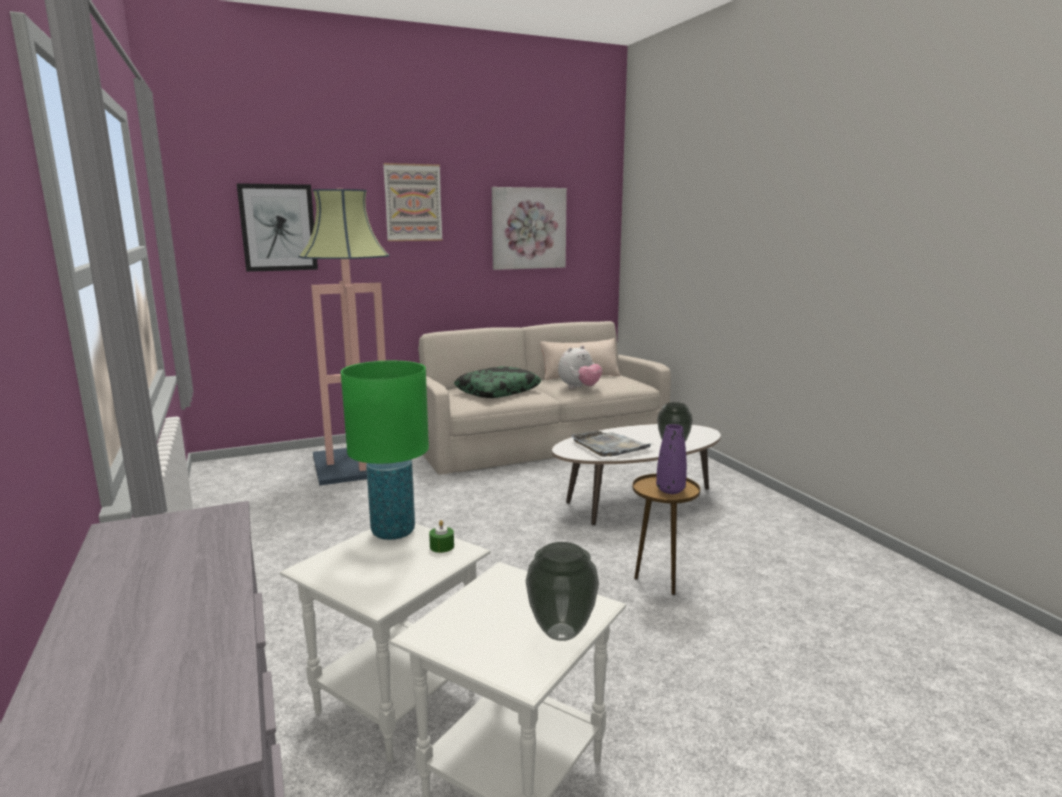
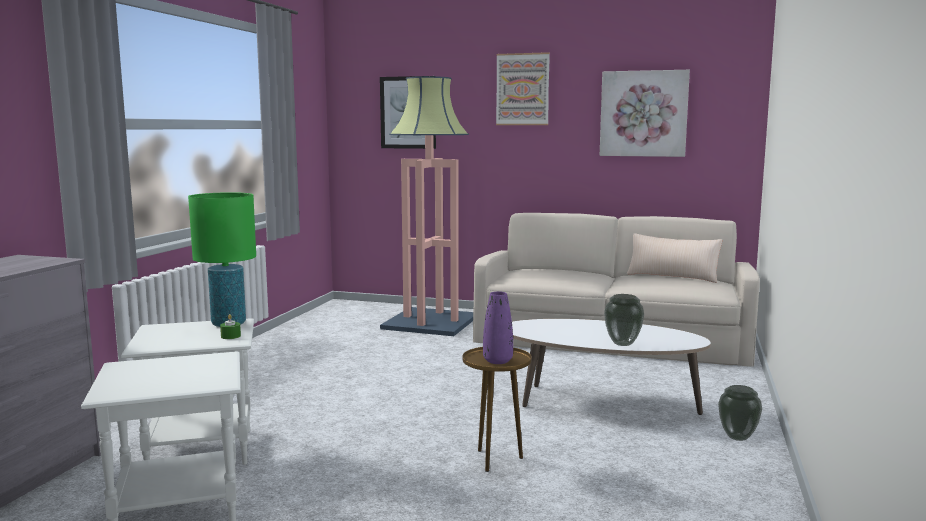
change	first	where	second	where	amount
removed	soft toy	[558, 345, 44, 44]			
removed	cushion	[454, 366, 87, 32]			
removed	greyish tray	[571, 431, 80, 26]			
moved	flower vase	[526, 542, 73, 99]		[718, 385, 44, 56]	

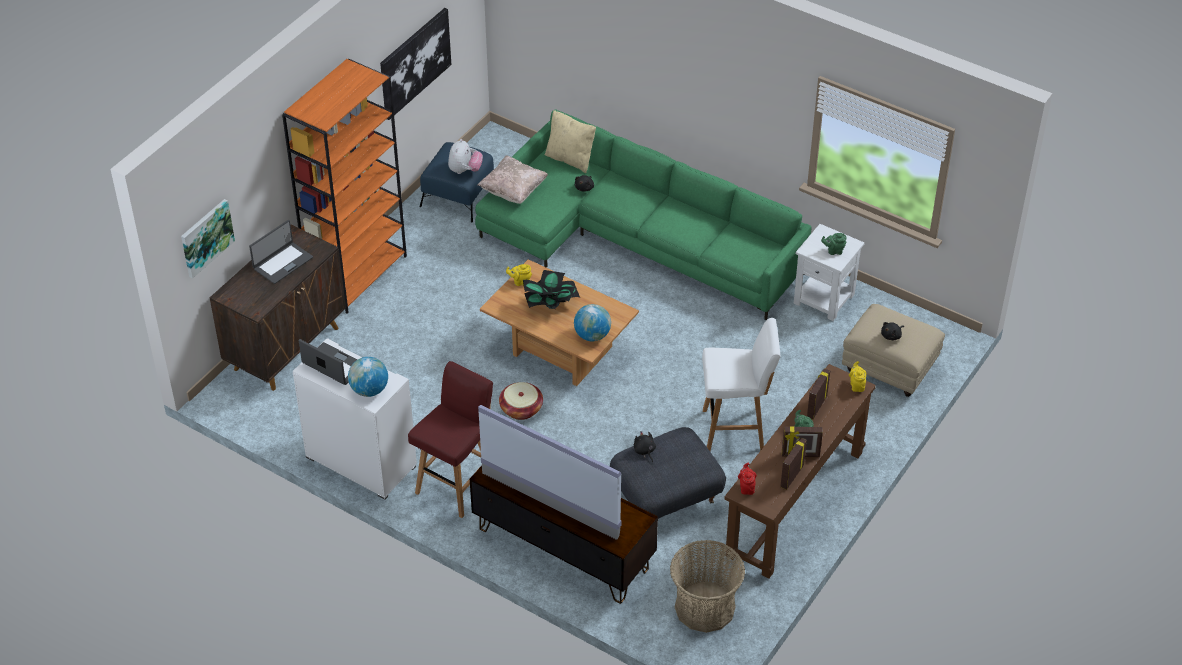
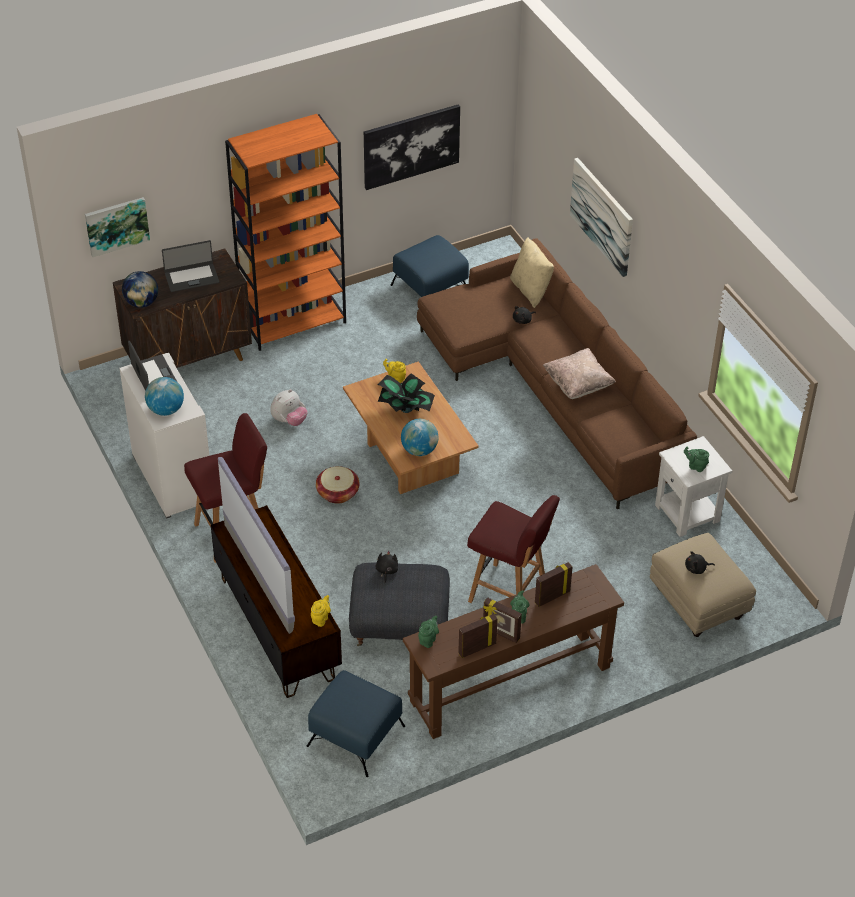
change	first	where	second	where	amount
recoloured	green-coloured settee	[475, 109, 336, 211]	brown settee	[417, 238, 280, 271]	
moved	soft toy	[448, 139, 35, 35]		[270, 389, 38, 37]	
moved	beige cushion	[478, 155, 70, 49]		[543, 348, 73, 51]	
recoloured	white-coloured stool	[702, 318, 78, 133]	red-coloured stool	[467, 495, 93, 108]	
moved	yellow teapot	[849, 361, 18, 31]		[311, 595, 20, 32]	
recoloured	red-coloured teapot	[738, 462, 19, 33]	green-coloured teapot	[418, 616, 21, 32]	
replaced	household basket	[670, 540, 75, 93]	blue footrest	[307, 670, 98, 107]	
added			wall picture	[570, 158, 63, 119]	
added			desk globe	[122, 271, 36, 37]	

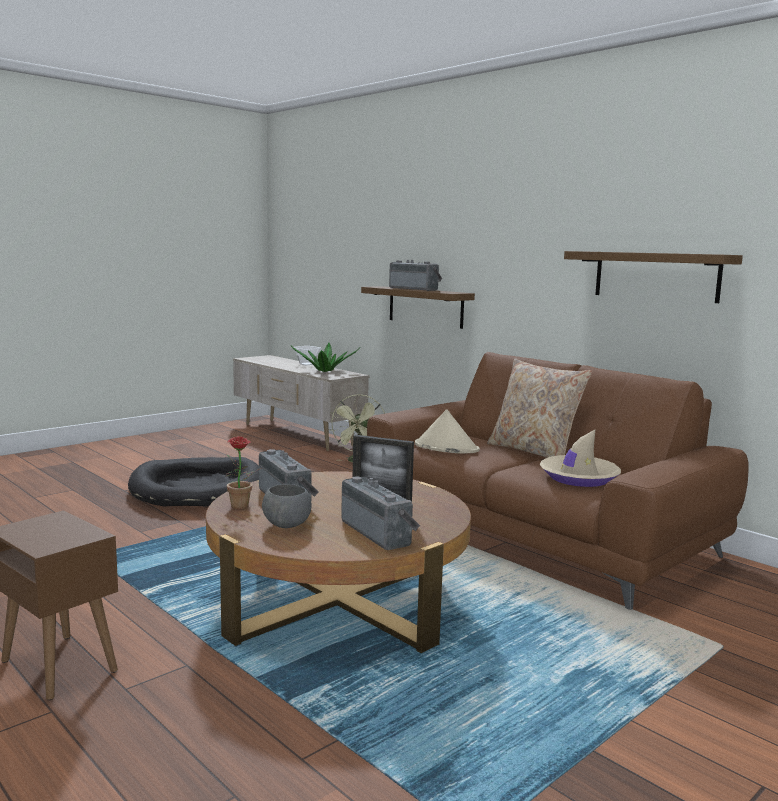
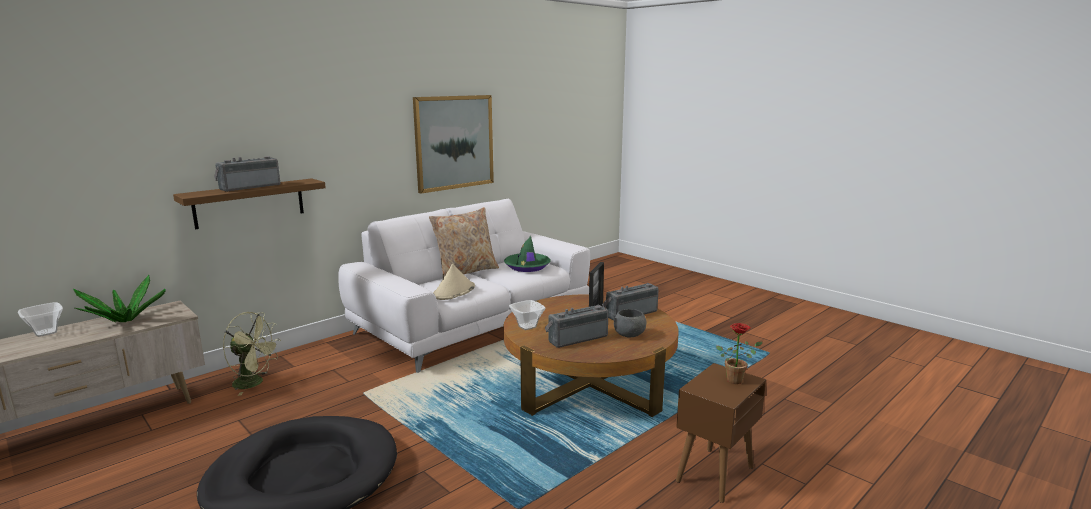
change	first	where	second	where	amount
replaced	bracket shelf	[564, 251, 179, 52]	wall picture	[413, 95, 81, 99]	
recoloured	brown settee	[367, 352, 382, 258]	white-coloured settee	[338, 198, 252, 175]	
recoloured	beige clothing hat	[540, 430, 81, 57]	green-coloured clothing hat	[504, 236, 47, 36]	
moved	plant in a pot	[225, 436, 36, 73]		[716, 323, 47, 61]	
added			bowl	[509, 300, 37, 30]	

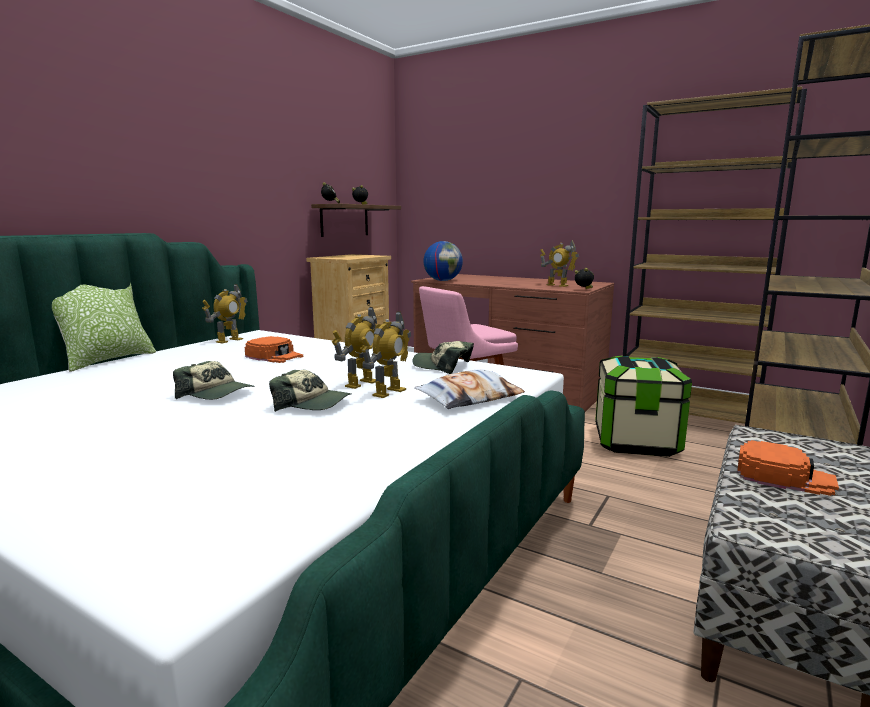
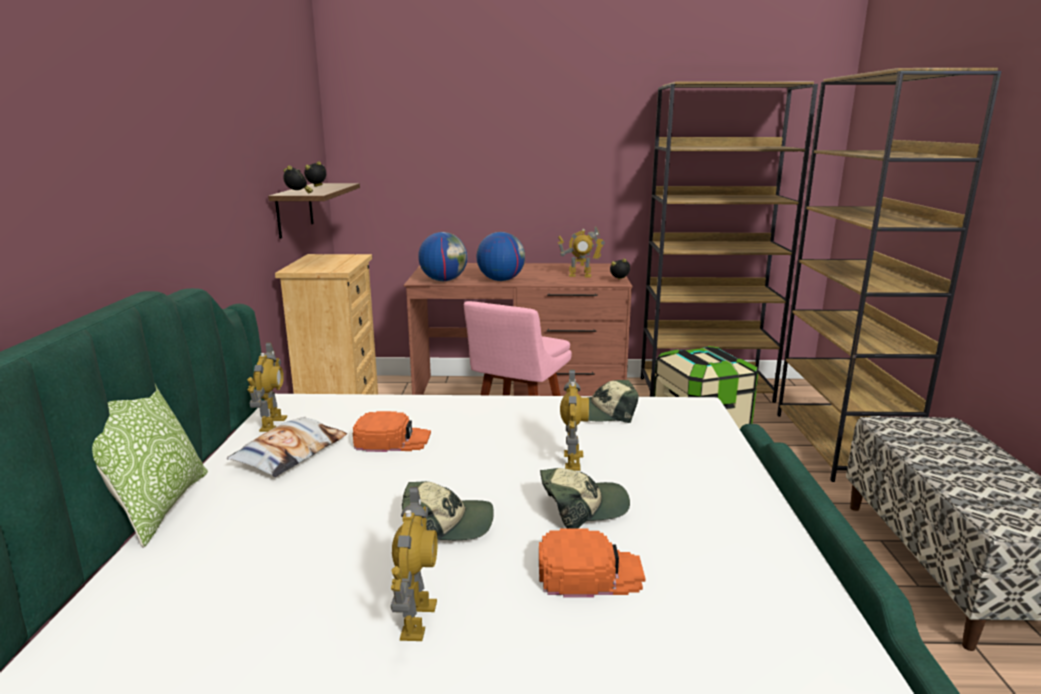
change	first	where	second	where	amount
moved	model robot	[360, 311, 51, 87]		[391, 487, 47, 154]	
moved	cushion	[414, 369, 111, 40]		[226, 416, 121, 61]	
moved	orangey baseball cap	[737, 440, 102, 56]		[539, 529, 106, 69]	
added			desk globe	[477, 232, 48, 49]	

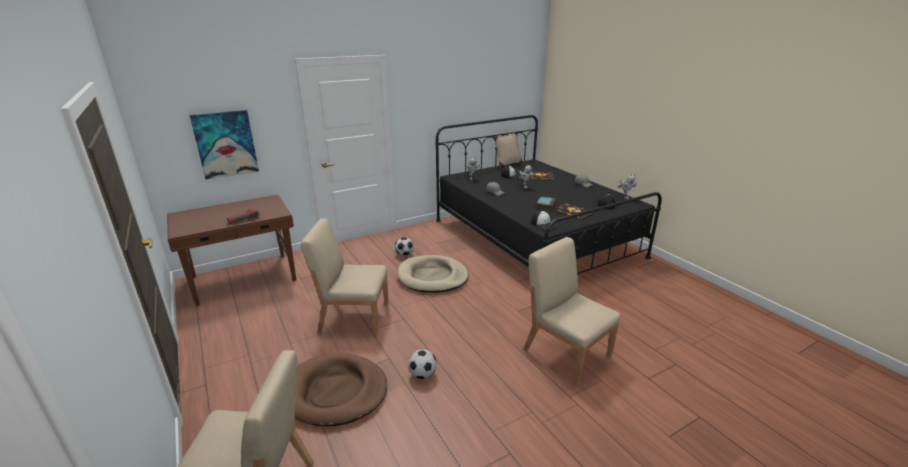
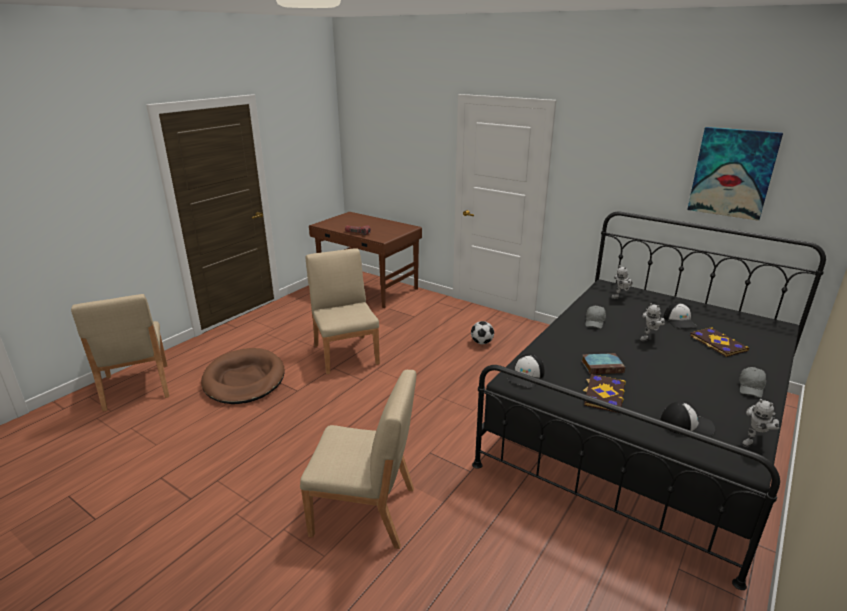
change	first	where	second	where	amount
moved	wall picture	[190, 110, 69, 69]		[687, 127, 96, 94]	
removed	beige cushion	[493, 131, 30, 36]			
turned	beige upright chair	[523, 237, 97, 149]		[300, 370, 116, 179]	75 degrees clockwise
removed	beige dog bed	[397, 255, 71, 38]			
removed	football ball	[408, 349, 29, 30]			

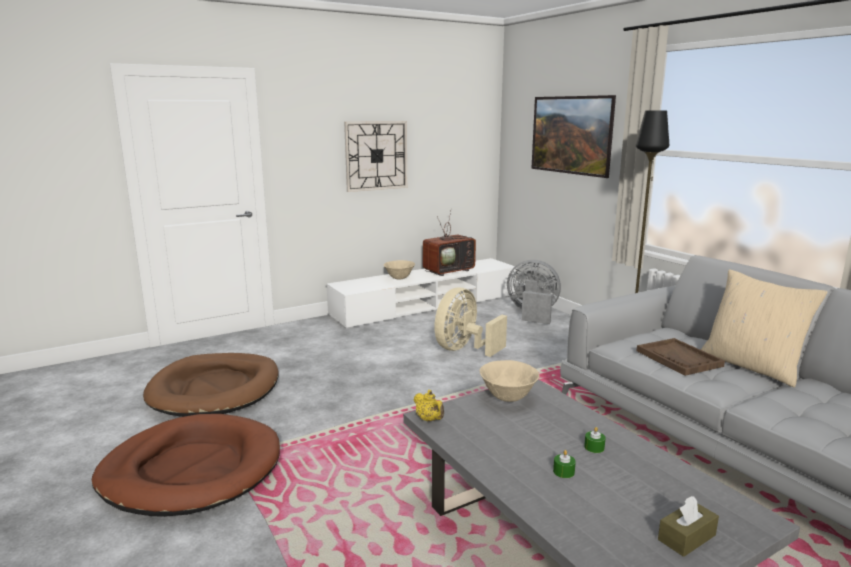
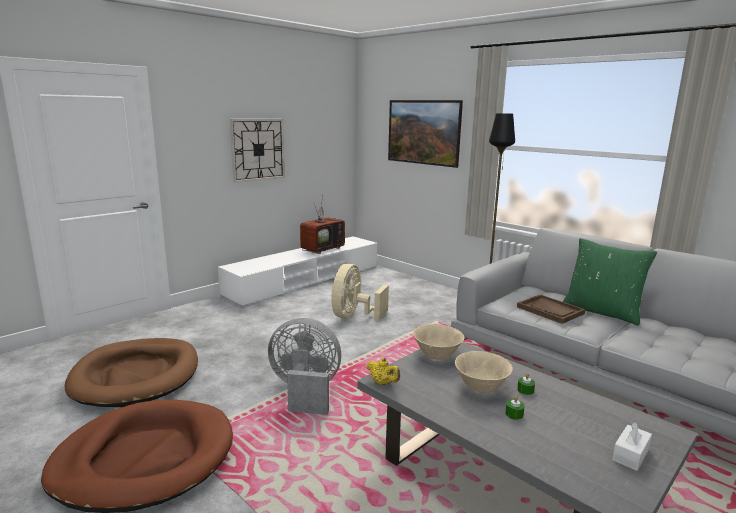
change	first	where	second	where	amount
moved	beige bowl	[384, 260, 31, 20]		[455, 351, 58, 42]	
moved	greyish fan	[507, 260, 54, 64]		[268, 318, 73, 97]	
recoloured	beige cushion	[701, 269, 127, 118]	green-coloured cushion	[563, 238, 94, 88]	
recoloured	brown box of tissues	[658, 496, 61, 61]	white-coloured box of tissues	[612, 421, 40, 50]	

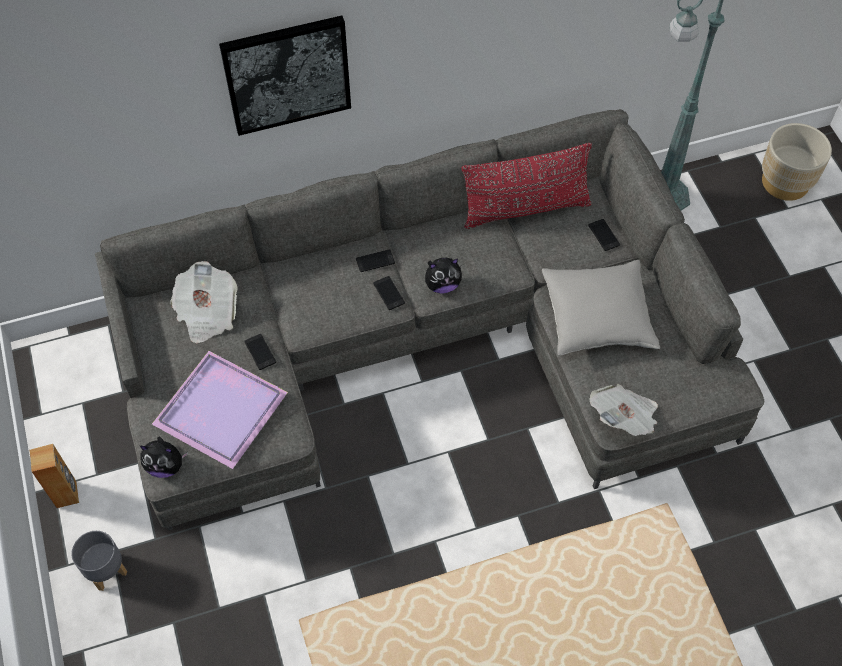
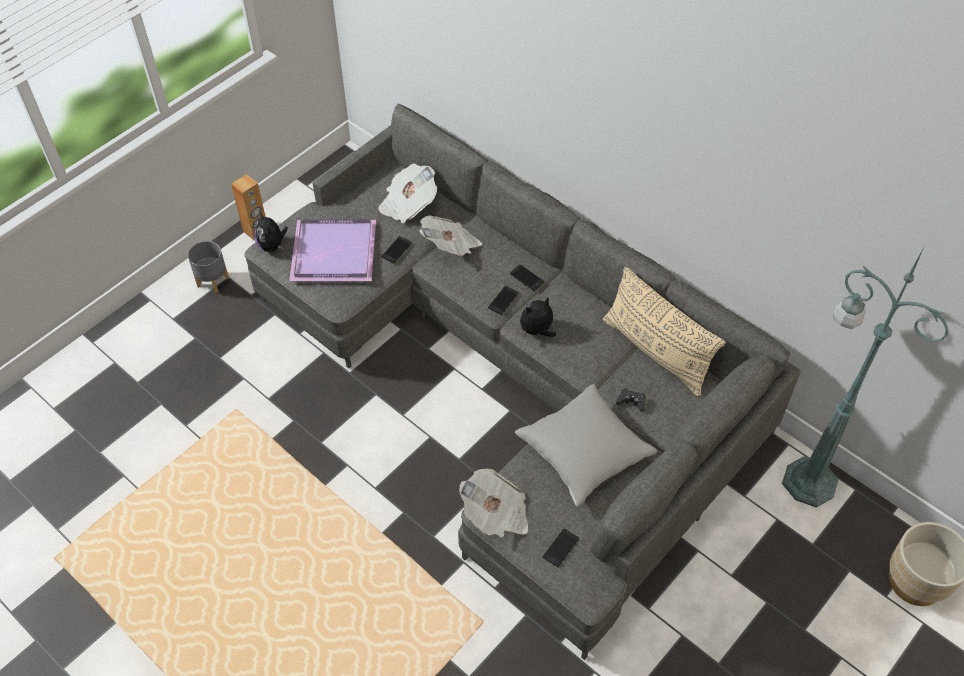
change	first	where	second	where	amount
removed	wall picture	[219, 15, 132, 121]			
recoloured	red-coloured cushion	[462, 143, 130, 86]	beige cushion	[603, 267, 123, 129]	
moved	handset	[588, 219, 32, 32]		[543, 529, 36, 38]	
turned	soft toy	[425, 258, 37, 36]		[520, 297, 36, 40]	105 degrees clockwise
added			daily paper	[419, 215, 63, 41]	
added			black gamepad	[616, 388, 30, 24]	

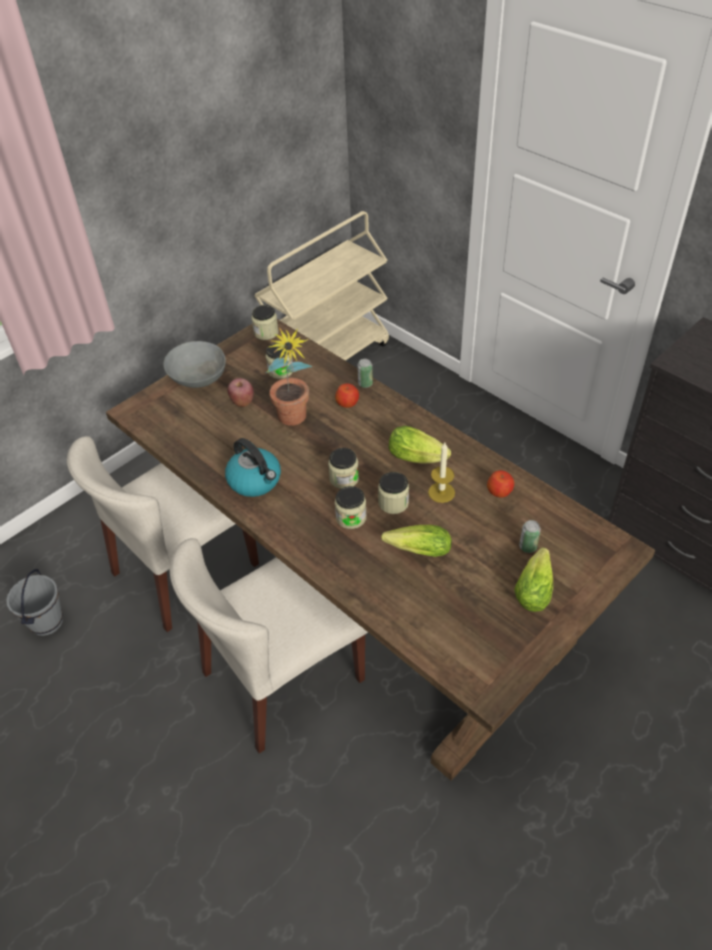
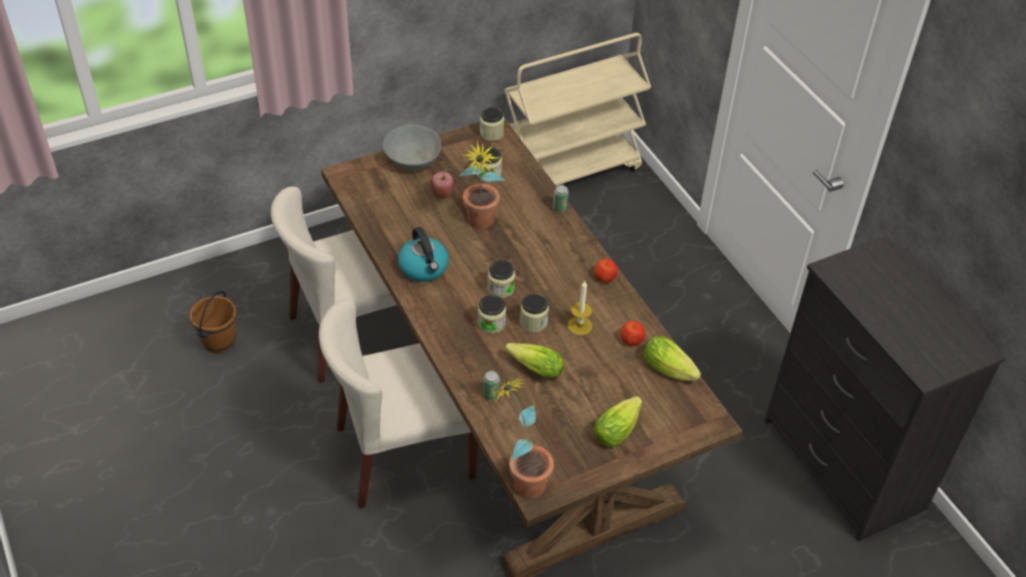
change	first	where	second	where	amount
moved	apple	[335, 384, 24, 24]		[594, 259, 24, 24]	
moved	lettuce	[389, 426, 62, 38]		[644, 336, 57, 45]	
moved	metal can	[519, 520, 22, 33]		[483, 371, 17, 29]	
recoloured	greyish water bucket	[6, 569, 57, 67]	brown water bucket	[190, 291, 47, 62]	
added			plant in a pot	[489, 377, 65, 121]	

